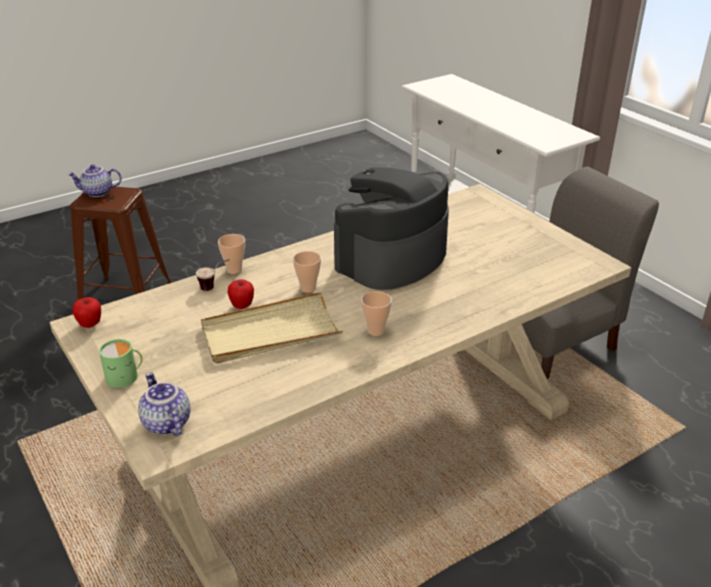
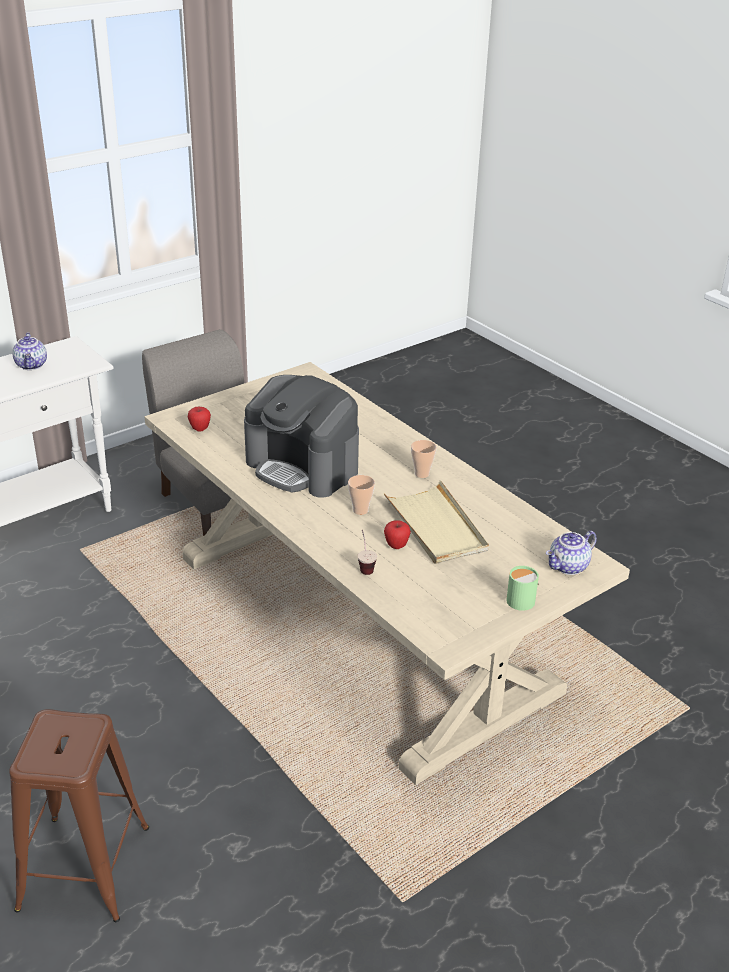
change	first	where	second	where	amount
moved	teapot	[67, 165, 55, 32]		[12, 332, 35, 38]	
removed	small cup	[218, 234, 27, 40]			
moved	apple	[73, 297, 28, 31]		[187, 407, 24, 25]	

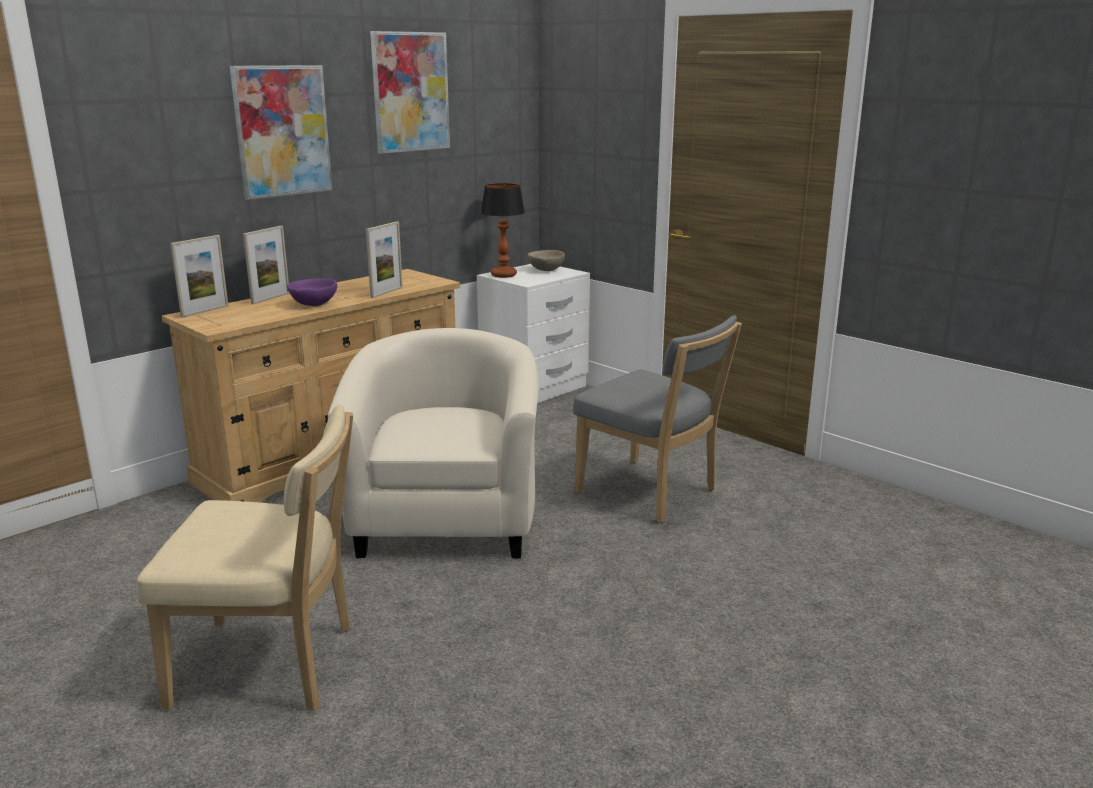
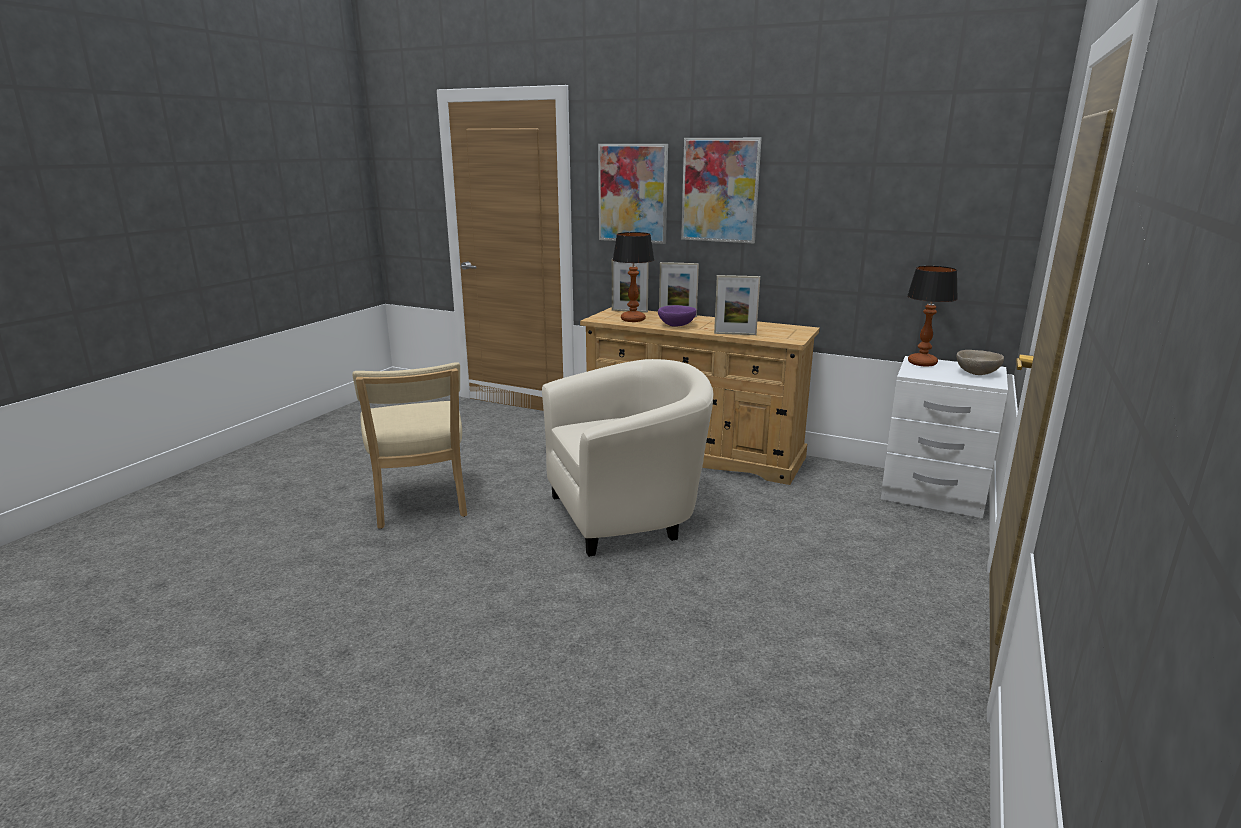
change	first	where	second	where	amount
moved	wall picture	[370, 31, 80, 123]		[598, 144, 70, 100]	
removed	greyish upright chair	[573, 315, 169, 208]			
added			lamp for a table	[613, 232, 41, 90]	

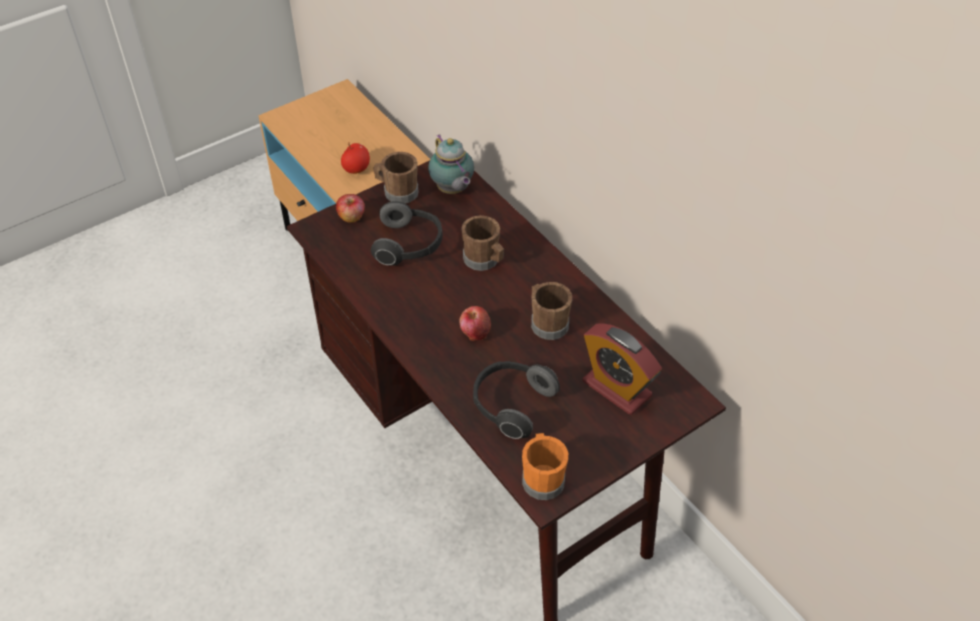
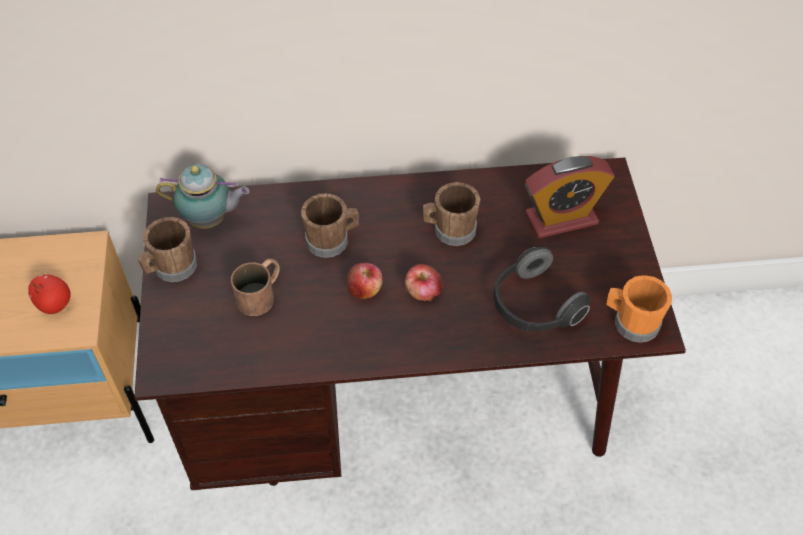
change	first	where	second	where	amount
moved	apple	[336, 194, 29, 29]		[347, 263, 36, 36]	
replaced	headset	[371, 201, 72, 65]	brown coffee mug	[231, 259, 49, 57]	

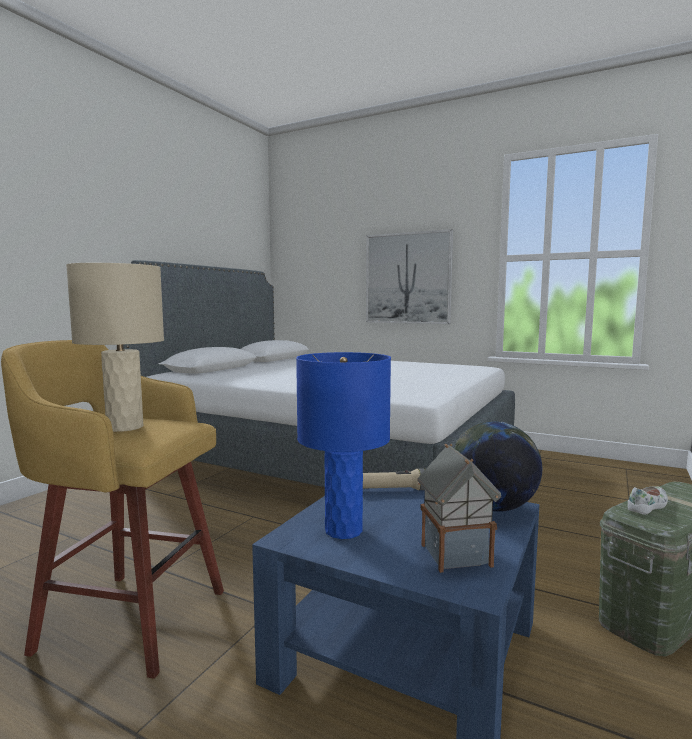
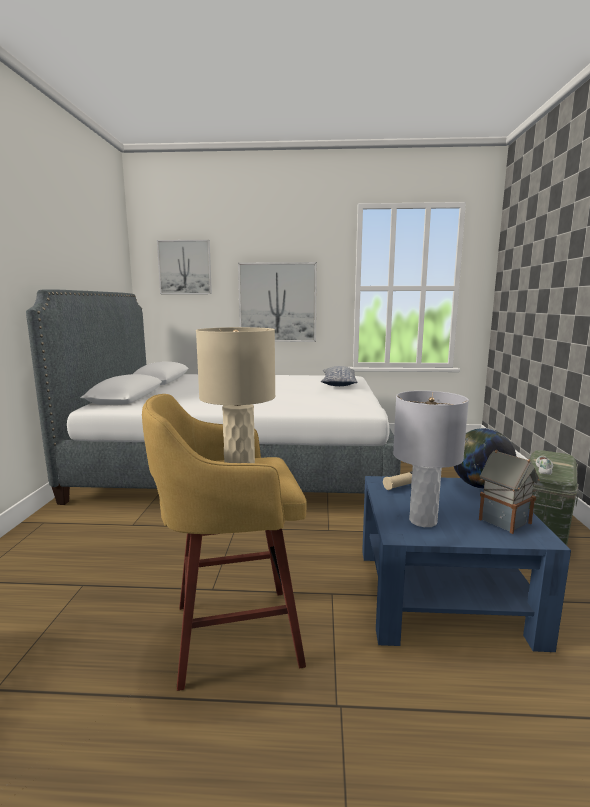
change	first	where	second	where	amount
recoloured	blue lamp for a table	[296, 352, 95, 187]	greyish lamp for a table	[393, 391, 76, 136]	
added			wall picture	[157, 240, 55, 54]	
added			cushion	[321, 366, 37, 20]	

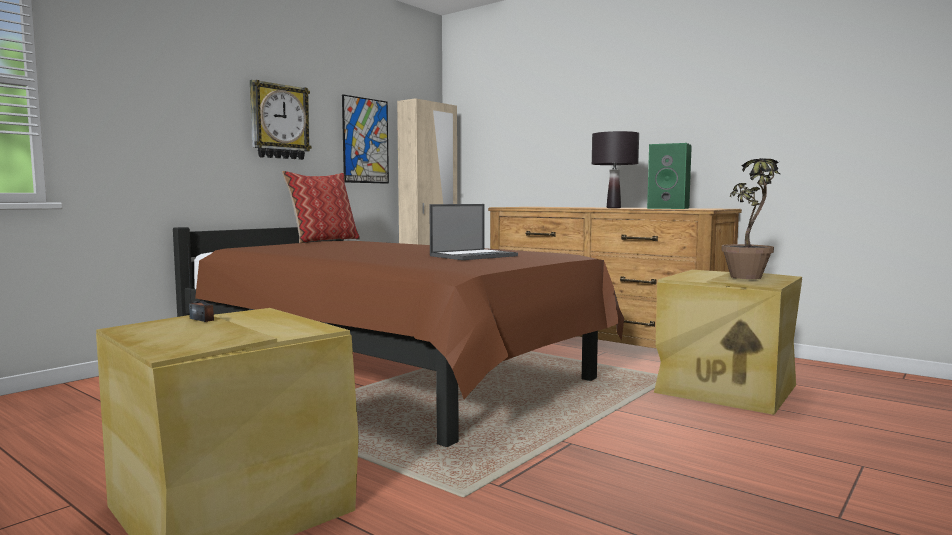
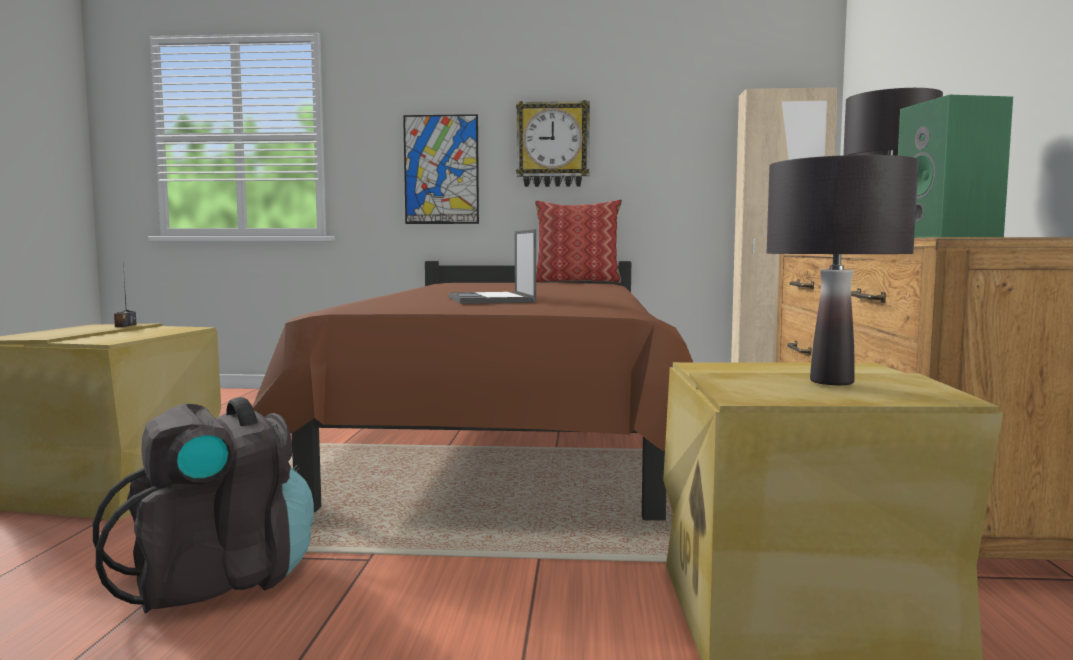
change	first	where	second	where	amount
moved	wall picture	[342, 94, 47, 90]		[403, 114, 76, 110]	
replaced	plant in a pot	[721, 158, 59, 121]	black lamp for a table	[767, 155, 151, 230]	
turned	notebook computer	[429, 204, 89, 56]		[449, 229, 87, 75]	60 degrees clockwise
added			black knapsack	[93, 397, 221, 216]	

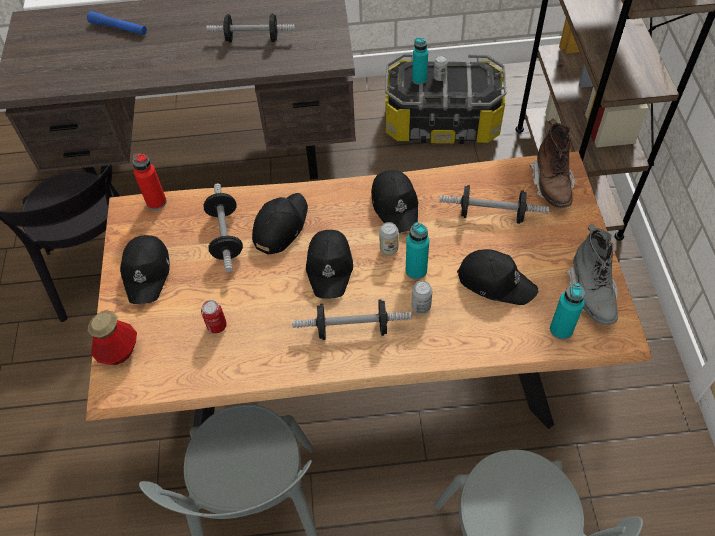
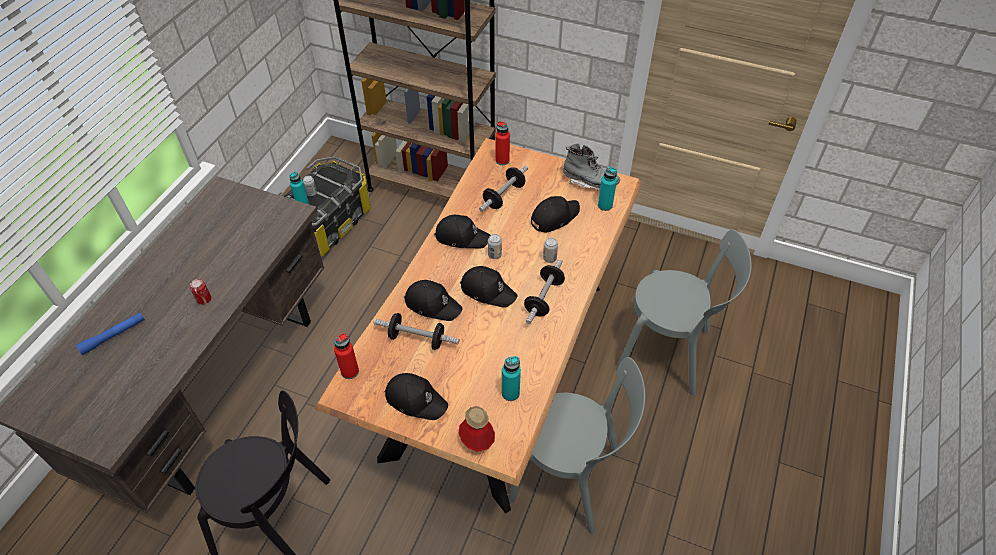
change	first	where	second	where	amount
removed	hand weight	[206, 14, 89, 28]			
replaced	brown high-top boot	[529, 119, 46, 89]	red-coloured beverage bottle	[495, 121, 15, 44]	
turned	black baseball cap	[252, 193, 56, 62]		[404, 280, 59, 41]	150 degrees clockwise
moved	blue-green beverage bottle	[406, 222, 23, 58]		[502, 356, 19, 45]	
moved	metal can	[201, 300, 26, 33]		[190, 279, 21, 26]	

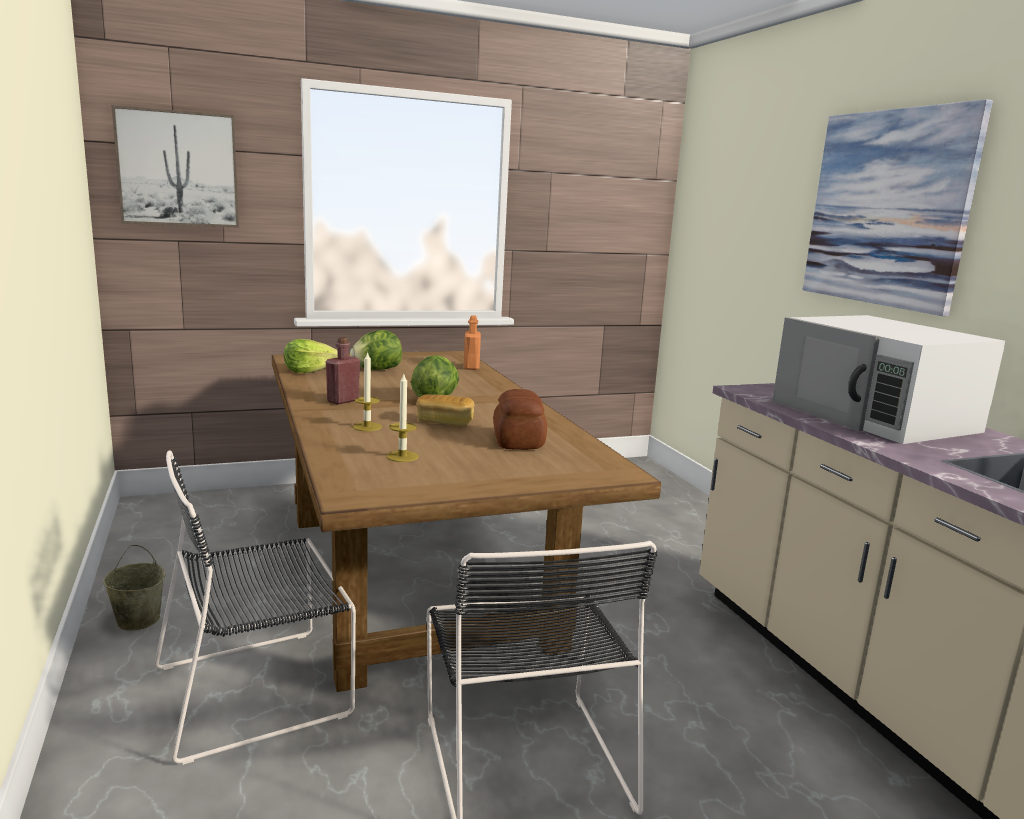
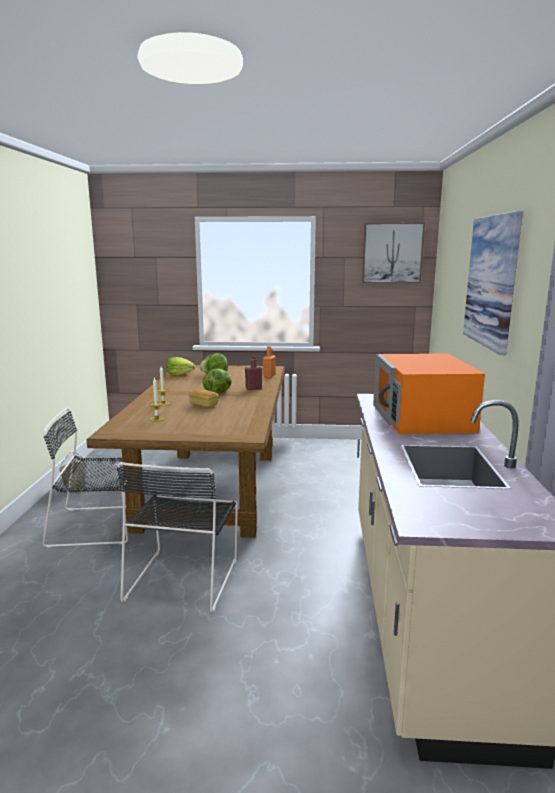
change	first	where	second	where	amount
moved	wall picture	[111, 105, 128, 123]		[362, 223, 63, 60]	
recoloured	white-coloured microwave oven	[772, 315, 234, 129]	orangey microwave oven	[373, 353, 112, 81]	
moved	red-coloured beverage bottle	[326, 337, 34, 67]		[245, 356, 17, 34]	
removed	bread	[493, 389, 54, 61]			

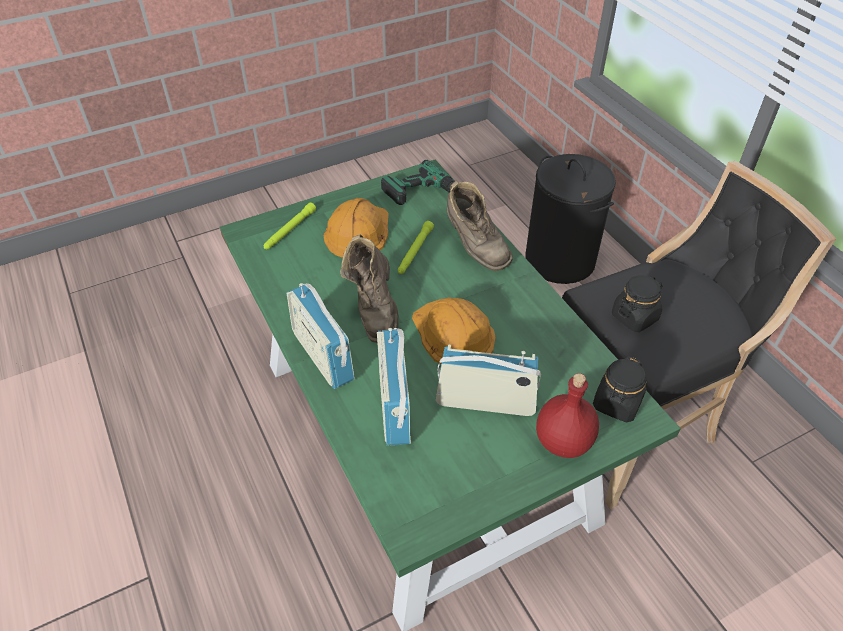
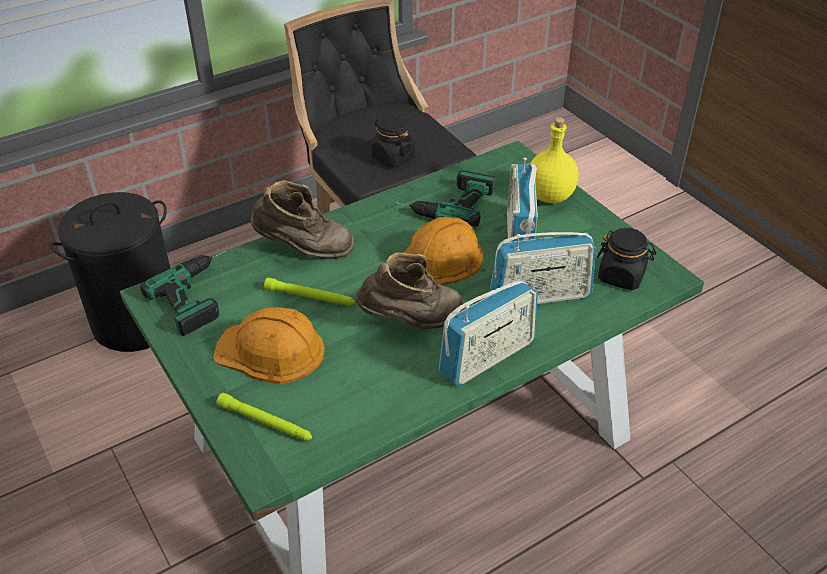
change	first	where	second	where	amount
turned	brown high-top boot	[447, 180, 66, 91]		[251, 180, 103, 79]	45 degrees clockwise
moved	black jar	[593, 356, 54, 66]		[597, 228, 59, 62]	
recoloured	red-coloured beverage bottle	[536, 373, 63, 85]	yellow beverage bottle	[531, 117, 48, 86]	
added			electric drill	[395, 171, 100, 56]	

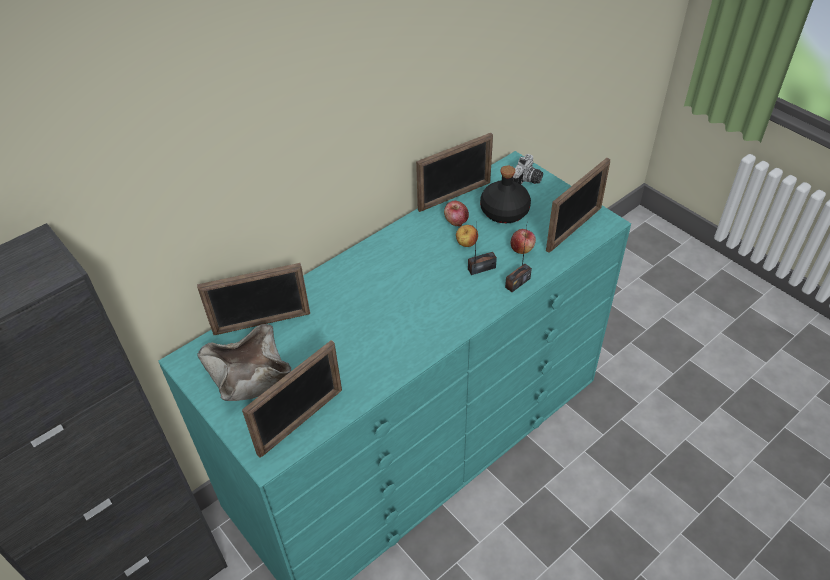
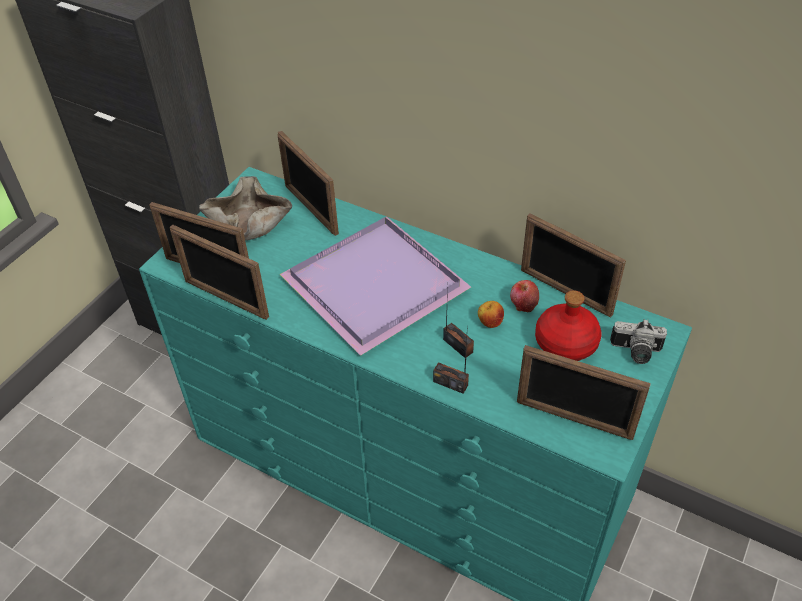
change	first	where	second	where	amount
recoloured	black beverage bottle	[480, 165, 51, 58]	red-coloured beverage bottle	[535, 290, 66, 71]	
removed	apple	[511, 229, 25, 25]			
added			purplish tray	[279, 216, 192, 140]	
added			standing frame	[170, 225, 99, 95]	

